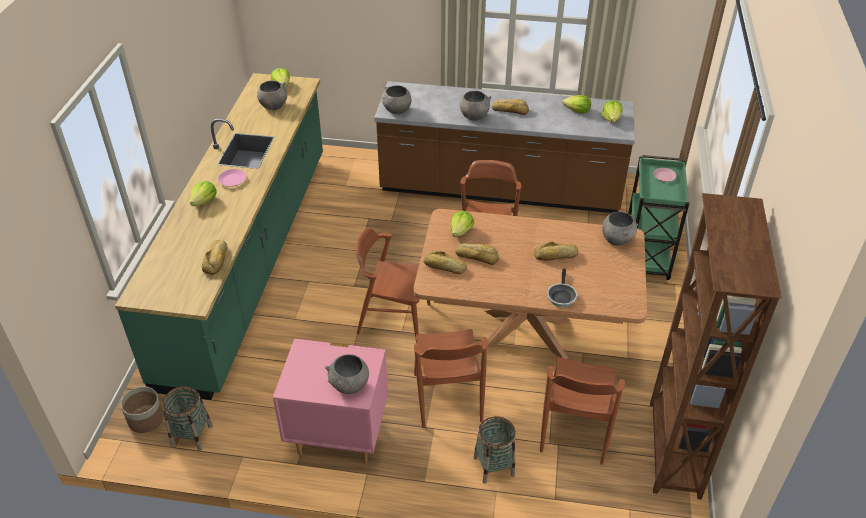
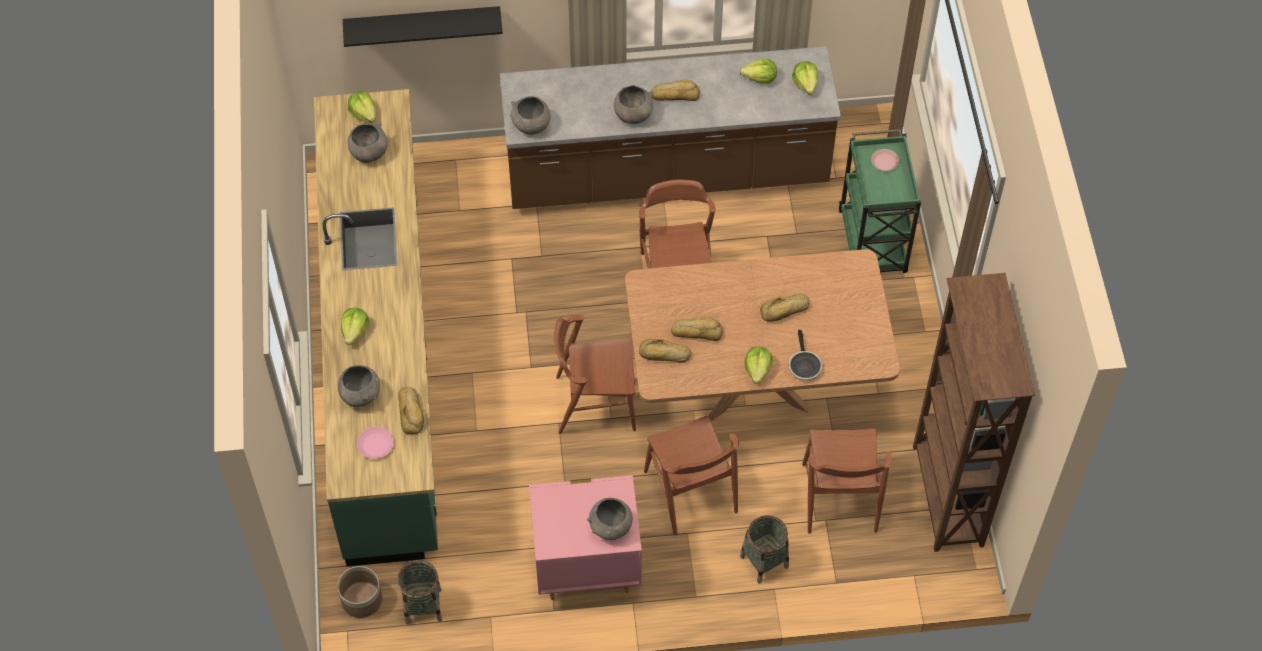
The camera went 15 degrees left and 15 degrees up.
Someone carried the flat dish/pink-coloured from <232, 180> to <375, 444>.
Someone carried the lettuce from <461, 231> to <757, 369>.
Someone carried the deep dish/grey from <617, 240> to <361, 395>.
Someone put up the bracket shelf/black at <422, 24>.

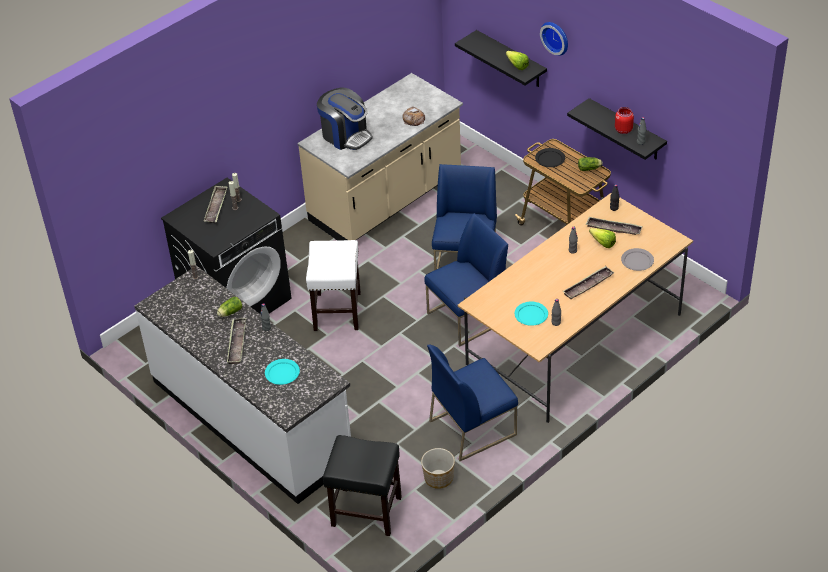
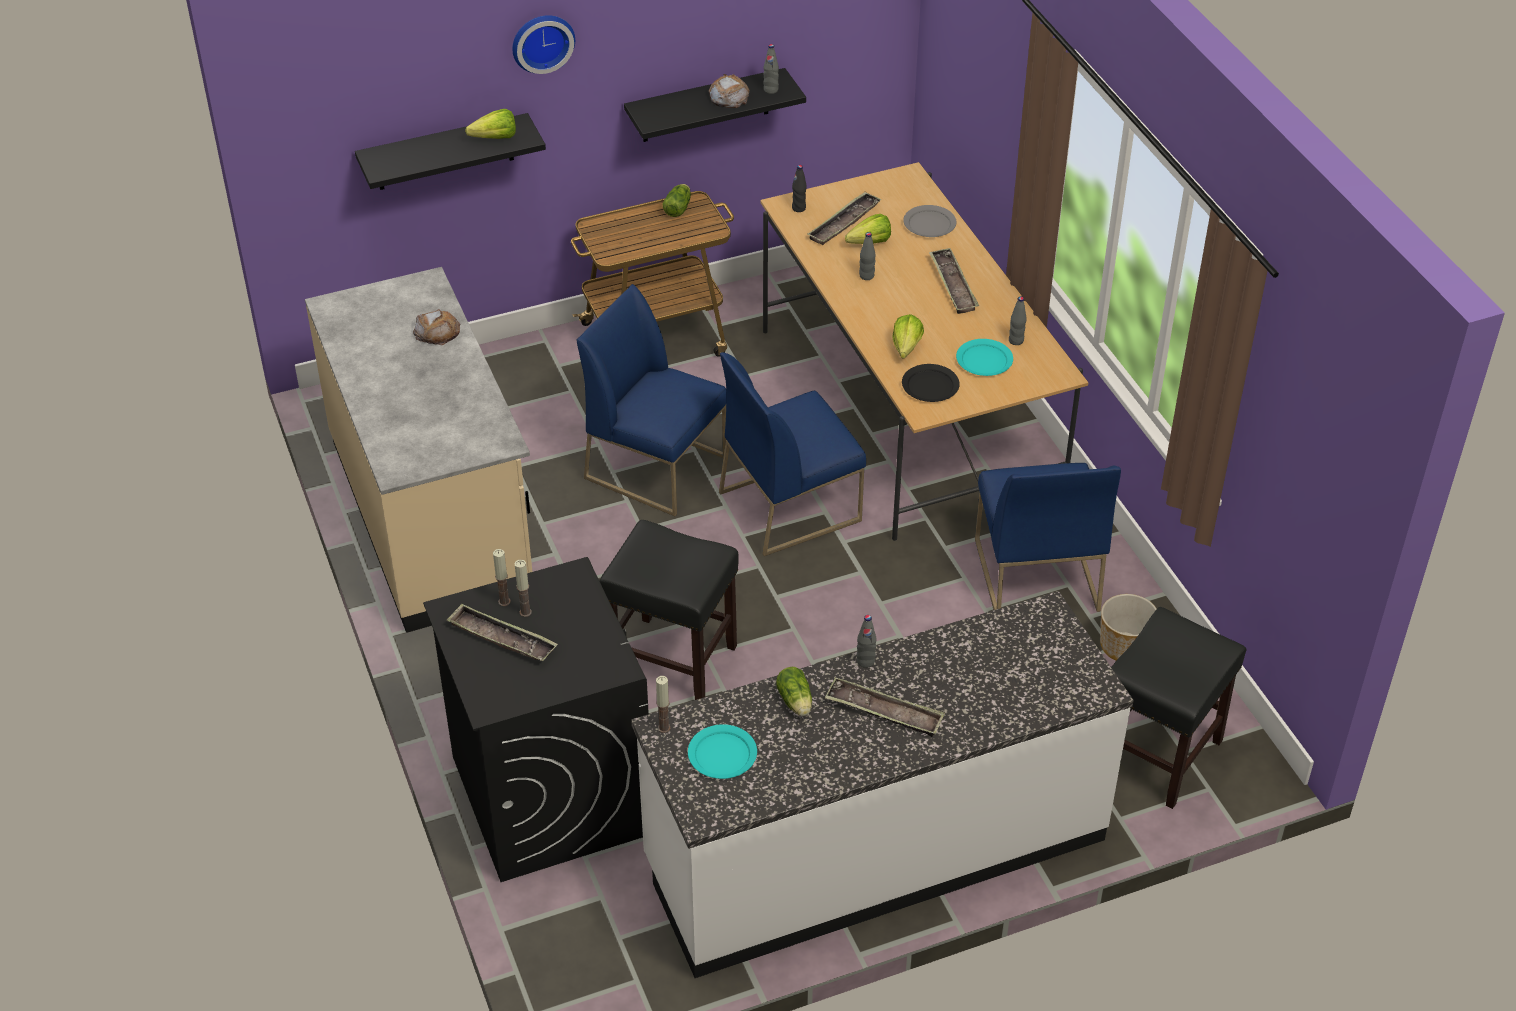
The camera went 70 degrees left and 0 degrees up.
Someone took away the coffee machine at <346, 135>.
Someone swapped the jar/red at <623, 130> for the bakery bread at <728, 96>.
Someone carried the flat dish/black from <550, 159> to <930, 385>.
Someone rotated the plain chair/blue at <468, 317> by 105 degrees counterclockwise.
Someone repainted the sitting stool/white at <337, 310>, which became the sitting stool/black at <671, 659>.
Someone carried the flat dish/blue-green from <282, 373> to <721, 754>.
Someone put down the lettuce at <904, 351>.

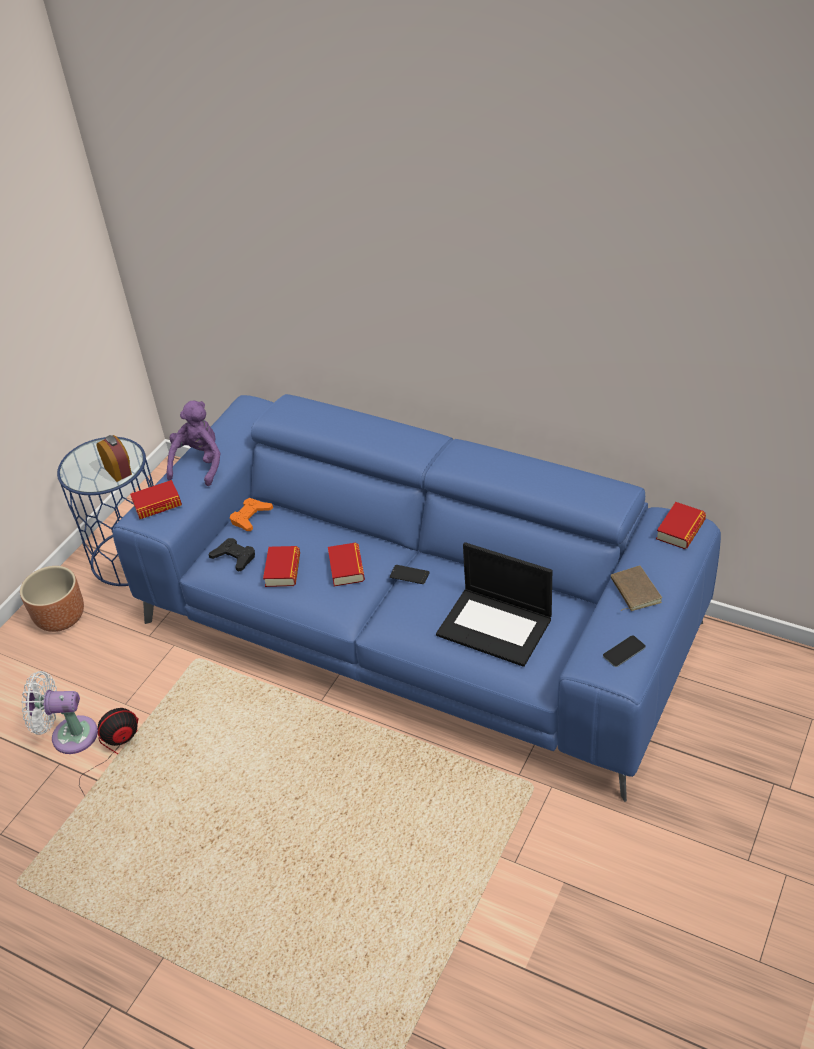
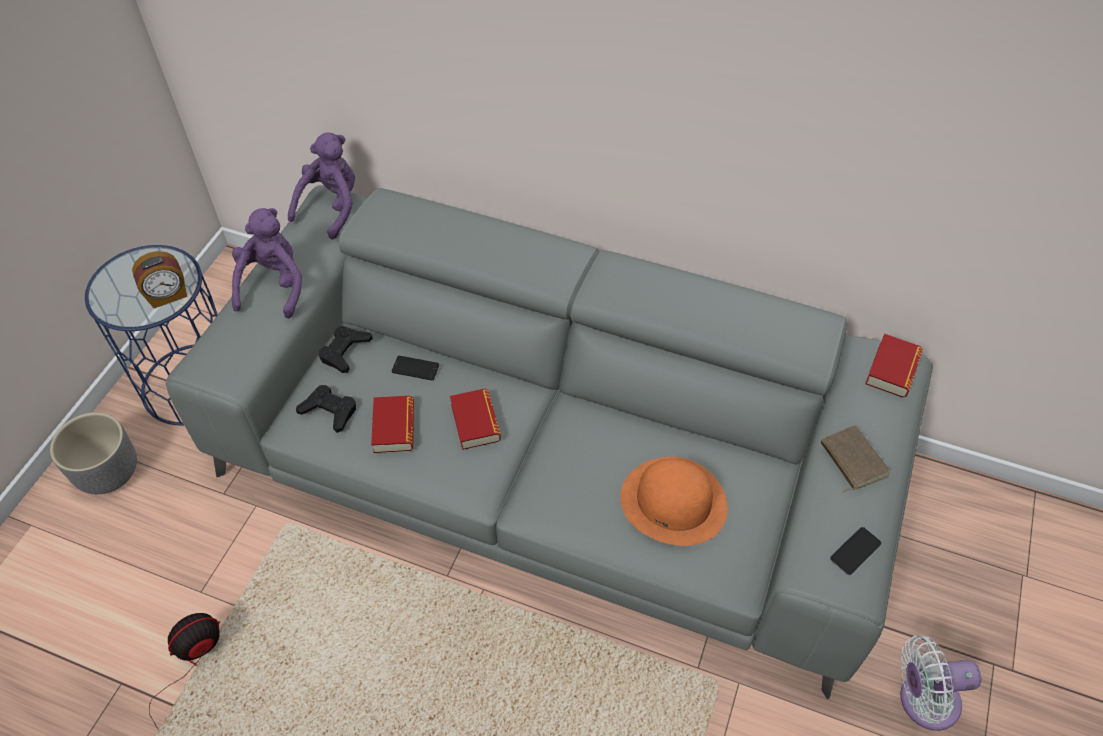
The camera went 10 degrees left and 10 degrees up.
Someone repainted the sofa/blue at <417, 623>, which became the sofa/grey at <551, 464>.
Someone rotated the alarm clock at <119, 471> by 105 degrees clockwise.
Someone took away the volume at <157, 504>.
Someone repainted the joypad/orangey at <250, 517>, which became the joypad/black at <345, 351>.
Someone swapped the laptop at <496, 626> for the hat/orangey at <674, 501>.
Someone carried the phone from <409, 575> to <415, 368>.
Someone repainted the plant pot/brown at <61, 618>, which became the plant pot/grey at <109, 473>.
Someone carried the fan/white from <69, 735> to <922, 700>.
Someone put down the cuddly toy/purple at <332, 207>.

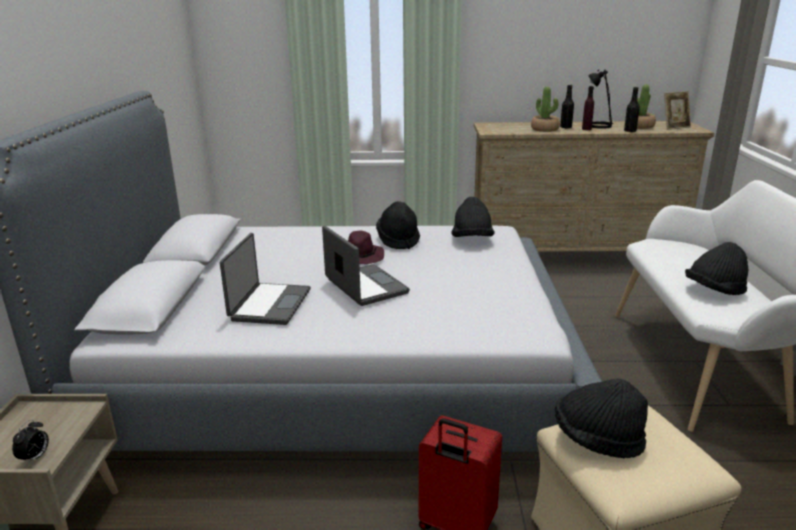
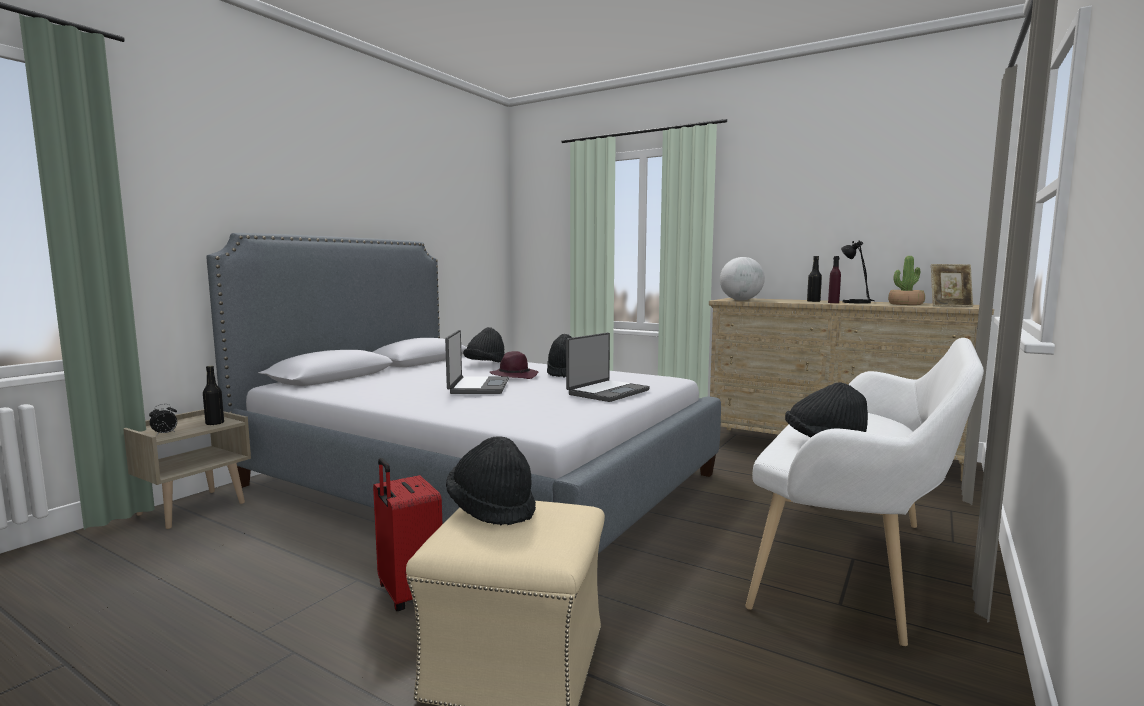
The camera went 30 degrees right and 15 degrees down.
Someone took away the plant in a pot at <545, 129>.
Someone carried the bottle/black from <630, 131> to <215, 423>.
Someone carried the hat/black from <472, 240> to <485, 364>.
Someone carried the laptop from <269, 305> to <607, 392>.
Someone put down the desk globe at <741, 300>.

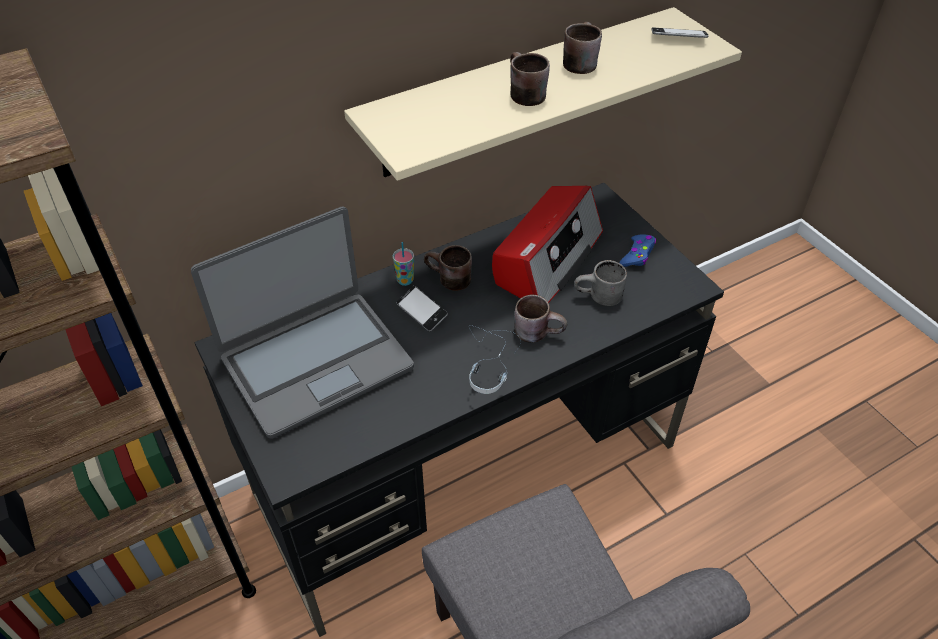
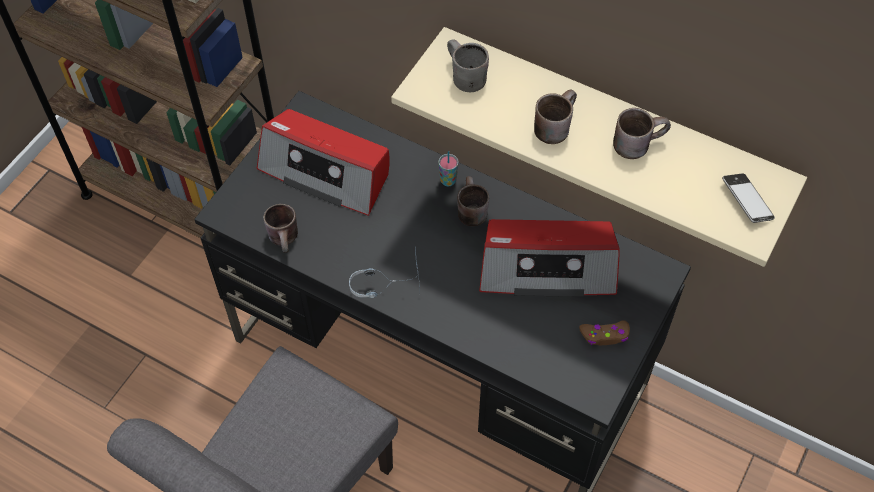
The camera went 60 degrees right and 10 degrees up.
Someone swapped the laptop at <316, 362> for the radio receiver at <326, 172>.
Someone repainted the joypad/blue at <637, 255>, which became the joypad/brown at <605, 335>.
Someone carried the coffee mug/grey from <599, 298> to <462, 77>.
Someone took away the phone at <422, 312>.
Someone carried the coffee mug/brown from <538, 331> to <287, 239>.

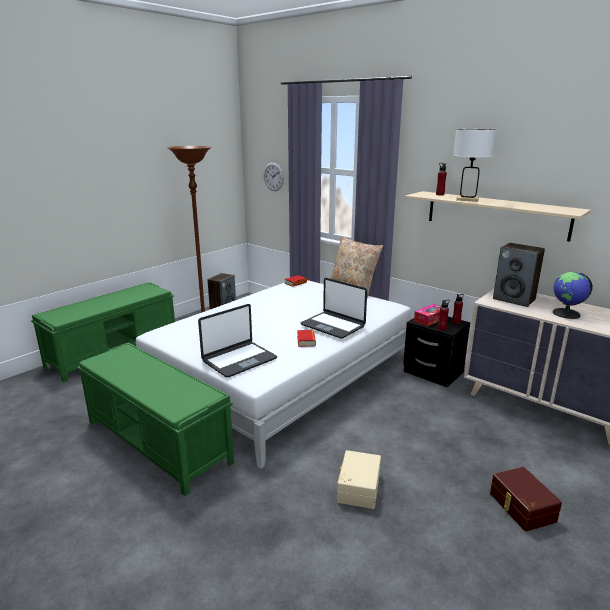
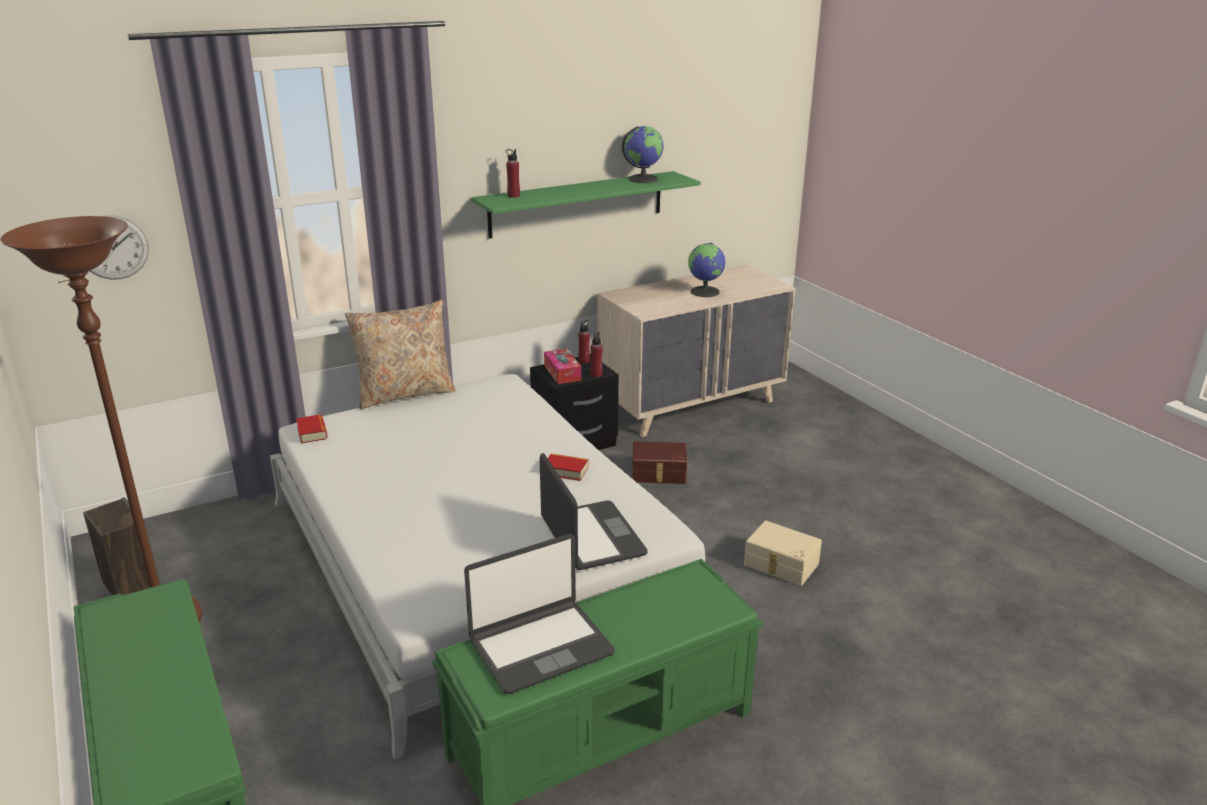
The camera went 70 degrees left and 5 degrees up.
Someone took away the lamp for a table/white at <467, 199>.
Someone repainted the bracket shelf/beige at <495, 214>, which became the bracket shelf/greenish at <577, 204>.
Someone took away the audio speaker at <514, 299>.
Someone carried the laptop from <333, 325> to <540, 646>.
Someone carried the storage box/brown from <521, 507> to <659, 473>.
Someone put down the desk globe at <643, 179>.

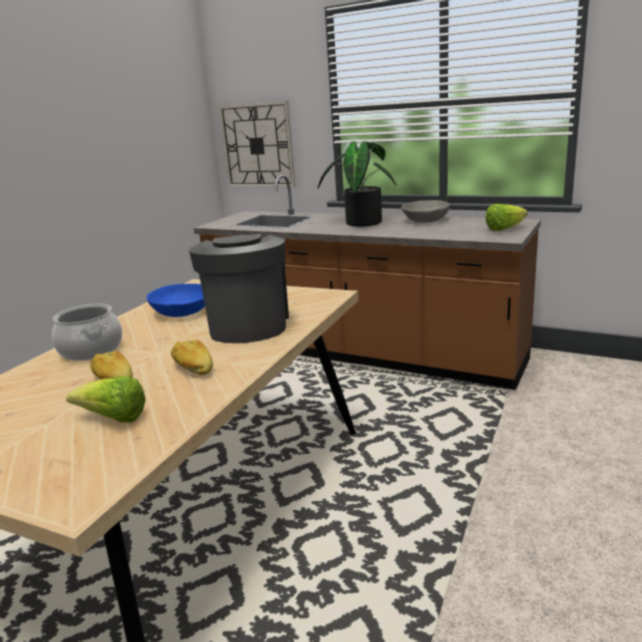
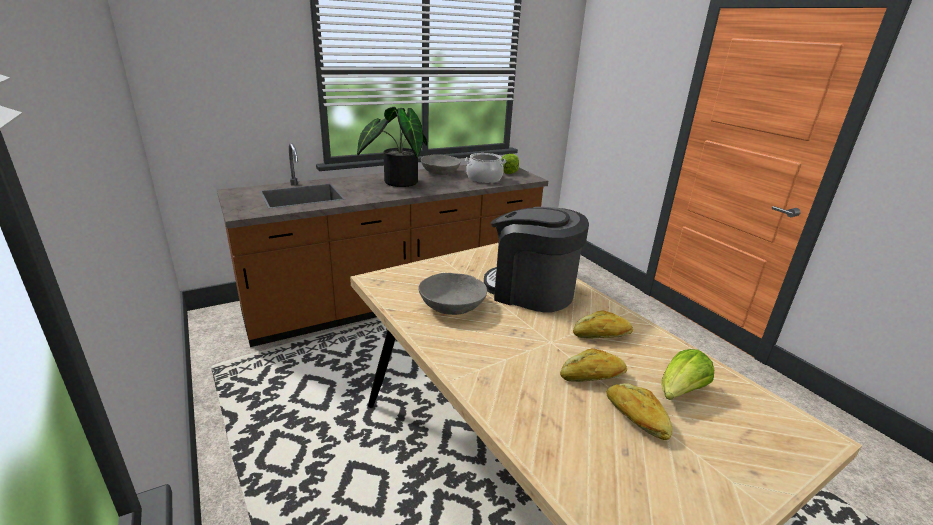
The camera went 60 degrees left and 5 degrees up.
Someone took away the clock on the wall at <257, 145>.
Someone repainted the deep dish/blue at <182, 312>, which became the deep dish/grey at <452, 306>.
Someone carried the saucepot from <92, 349> to <484, 178>.
Someone put down the bakery bread at <635, 418>.

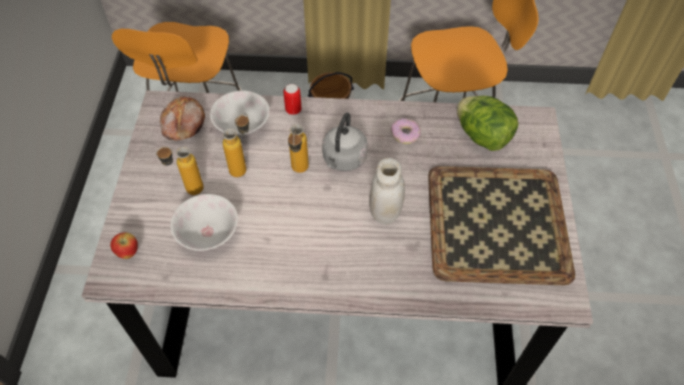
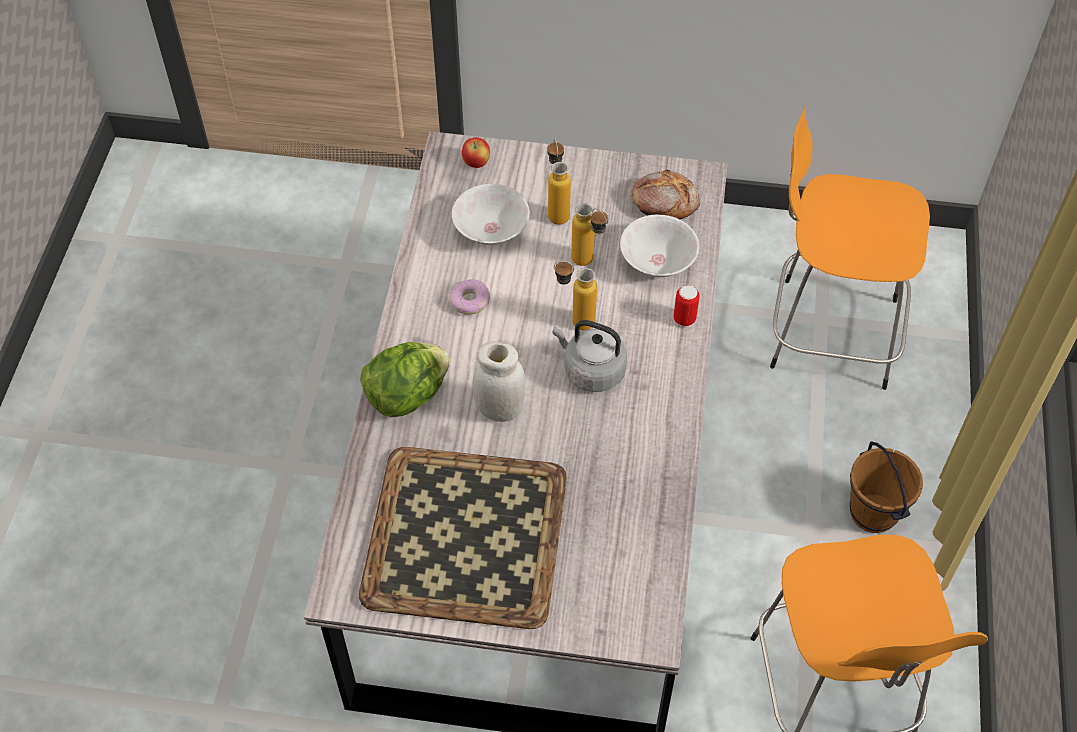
The camera went 95 degrees right and 0 degrees up.
Someone carried the lettuce from <482, 136> to <407, 395>.
Someone carried the donut from <405, 134> to <470, 301>.

